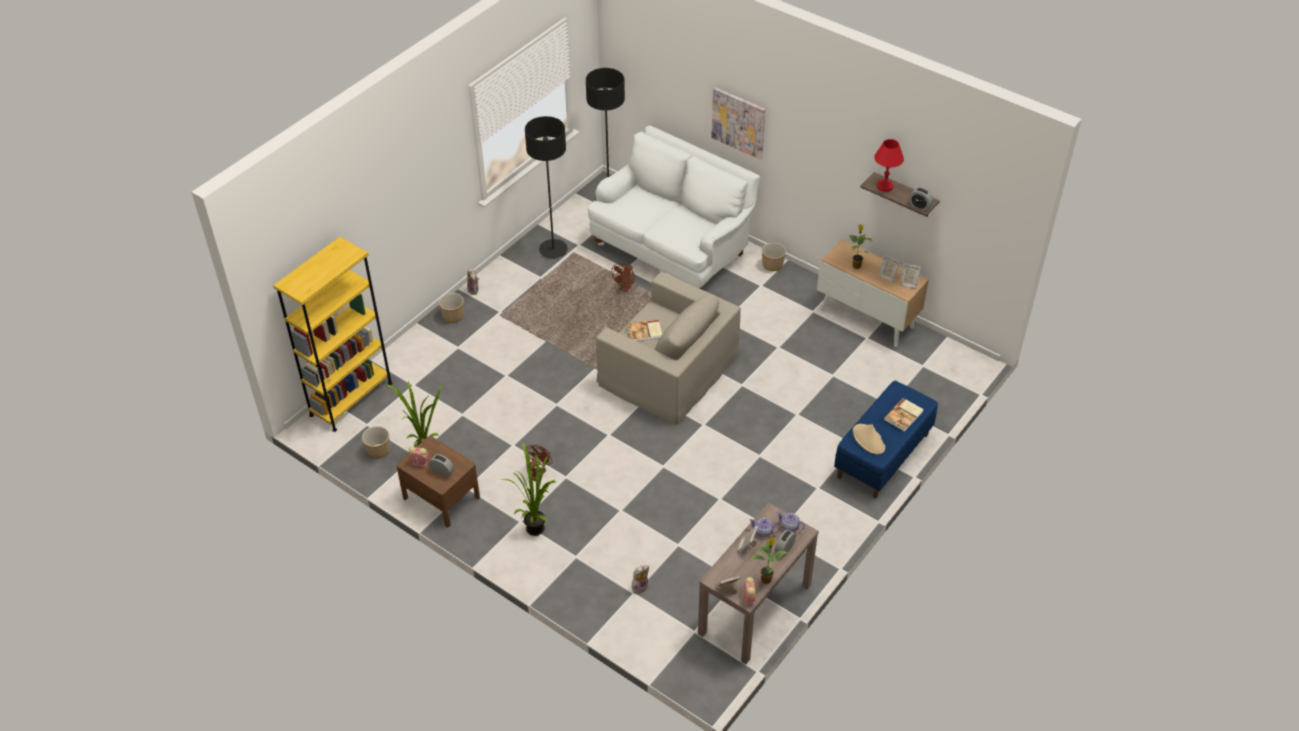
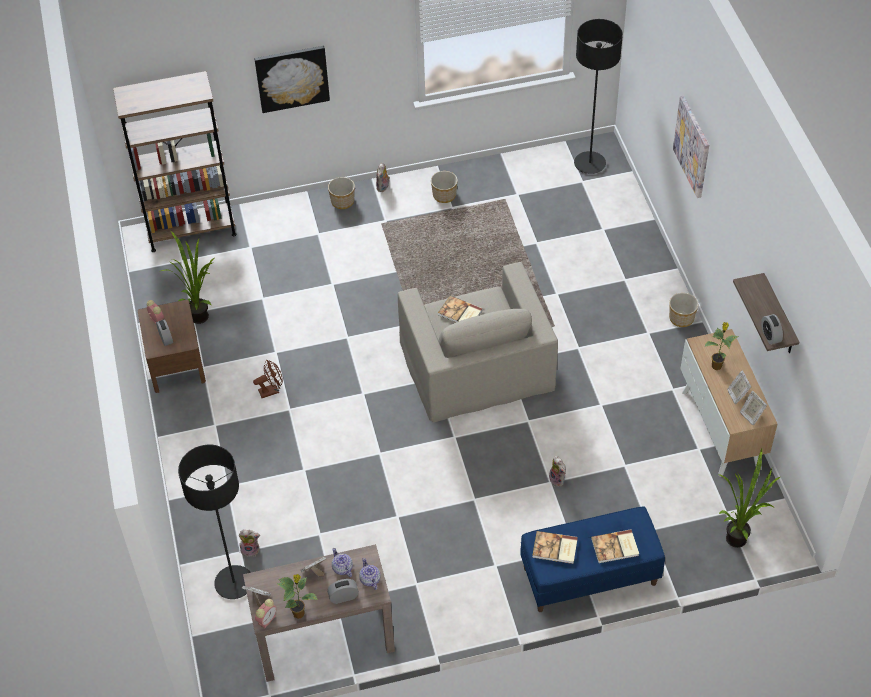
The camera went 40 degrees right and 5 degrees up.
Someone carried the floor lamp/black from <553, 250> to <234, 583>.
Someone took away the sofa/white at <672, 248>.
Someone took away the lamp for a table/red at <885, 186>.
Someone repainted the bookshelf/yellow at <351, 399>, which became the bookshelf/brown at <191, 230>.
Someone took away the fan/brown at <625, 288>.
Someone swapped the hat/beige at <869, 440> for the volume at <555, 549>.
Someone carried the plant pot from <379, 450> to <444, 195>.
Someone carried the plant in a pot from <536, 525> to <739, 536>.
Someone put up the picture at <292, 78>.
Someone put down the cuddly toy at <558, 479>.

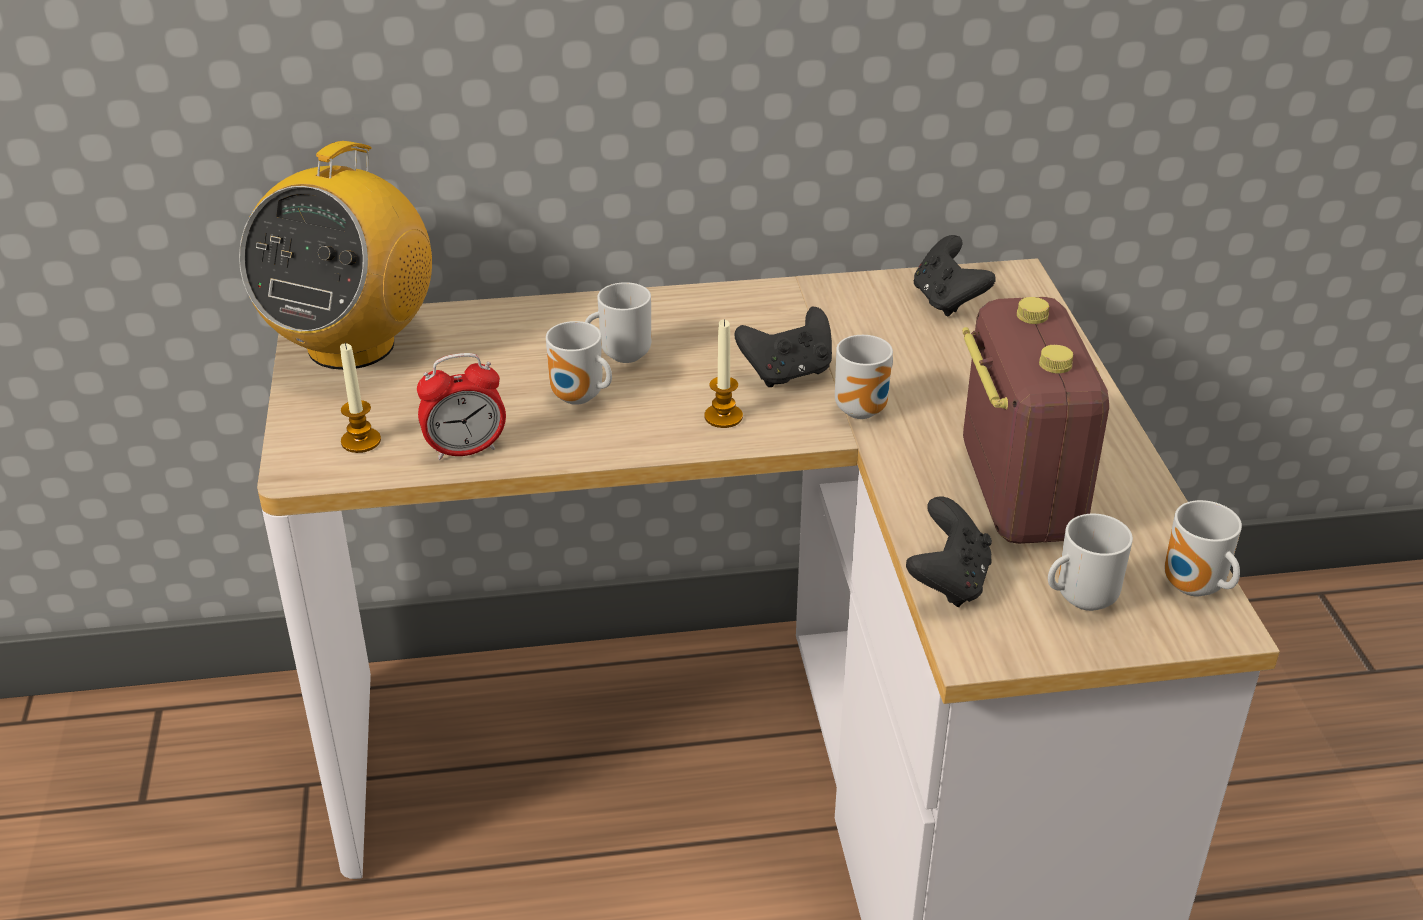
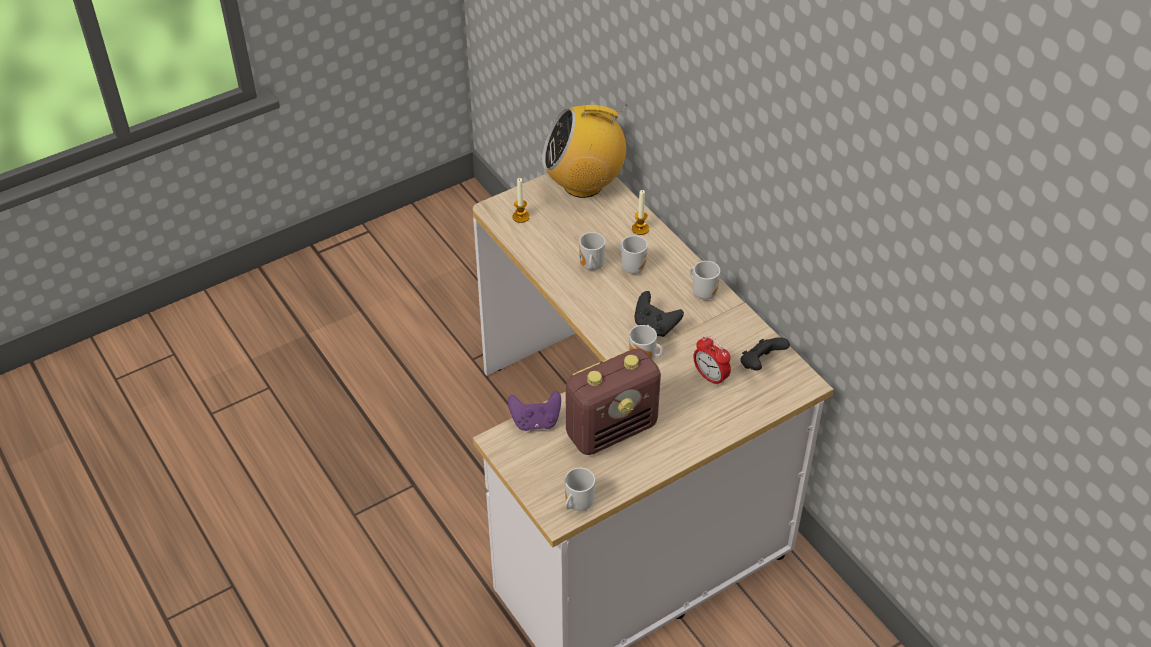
The camera went 65 degrees right and 10 degrees up.
Someone carried the candle from <723, 417> to <640, 229>.
Someone carried the alarm clock from <465, 450> to <710, 377>.
Someone repainted the joypad/black at <948, 582>, which became the joypad/purple at <535, 421>.
Someone carried the coffee mug from <1080, 598> to <703, 292>.

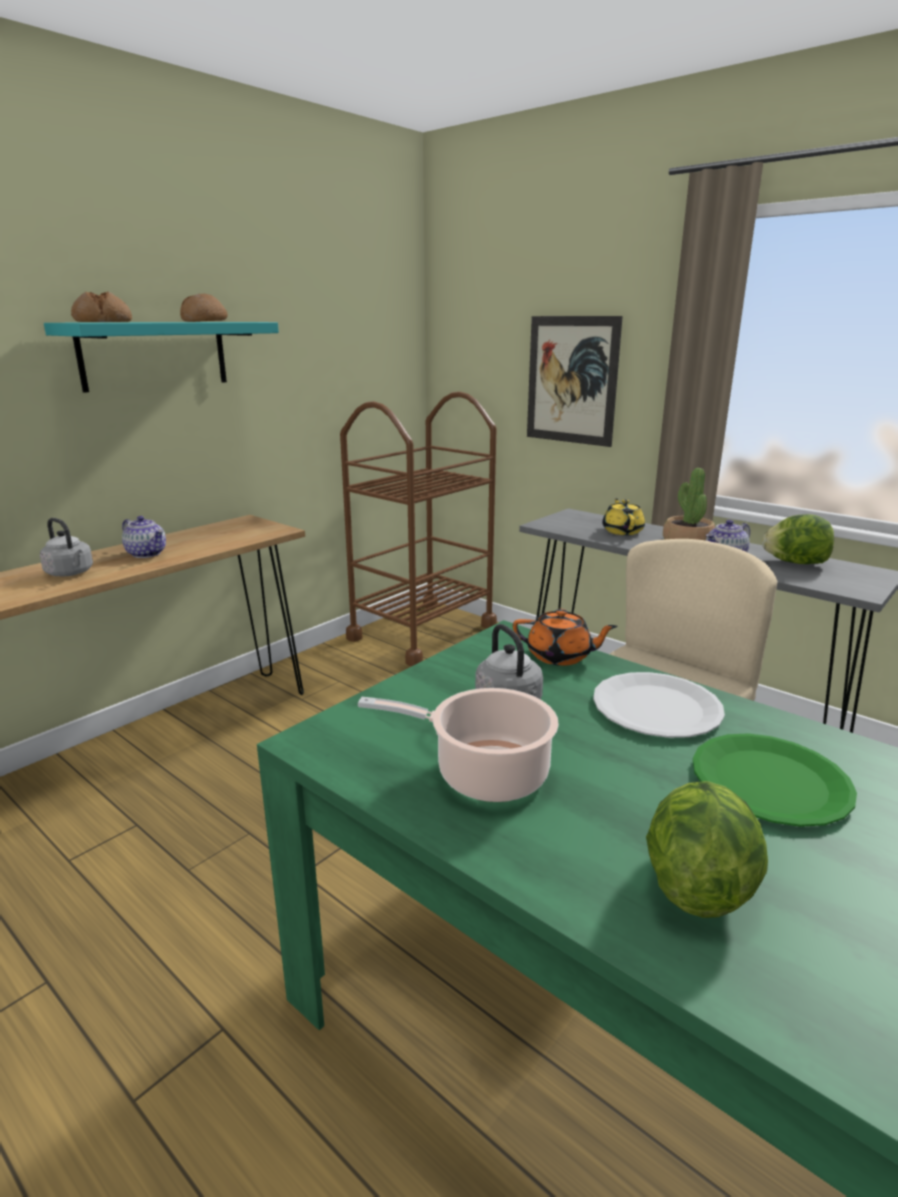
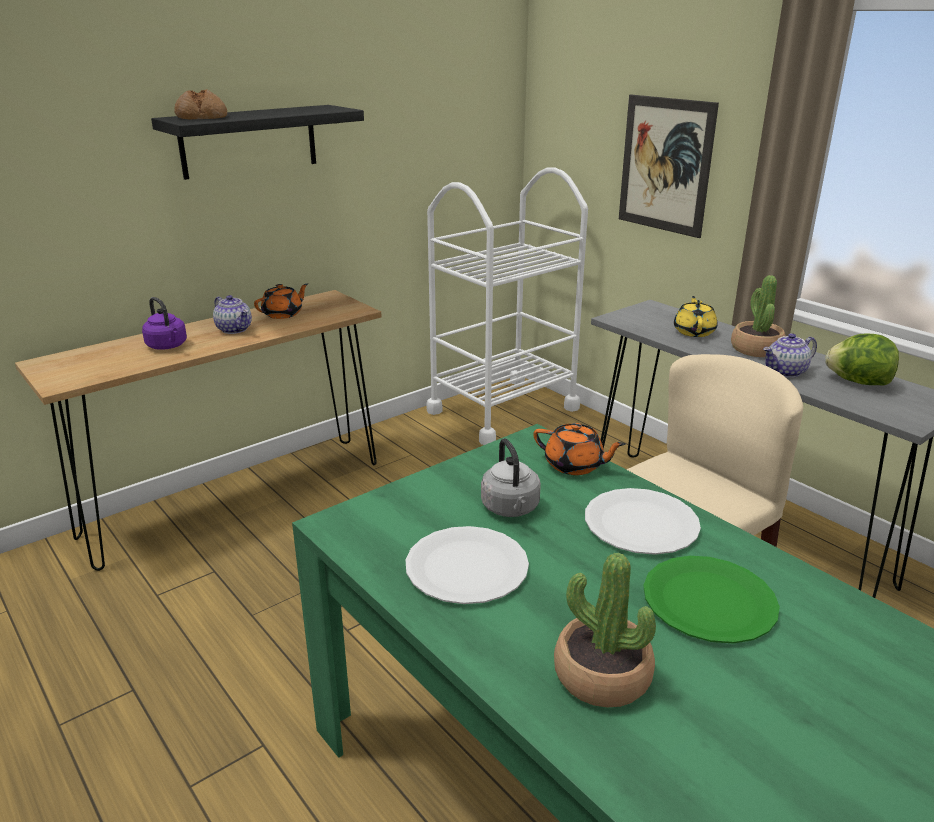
The camera went 10 degrees right and 5 degrees up.
Someone took away the bakery bread at <204, 321>.
Someone repainted the bracket shelf/blue-green at <154, 355>, which became the bracket shelf/black at <249, 141>.
Someone repainted the cart/brown at <422, 632>, which became the cart/white at <503, 410>.
Someone repainted the tea kettle/grey at <71, 573>, which became the tea kettle/purple at <168, 346>.
Someone swapped the saucepot at <484, 773> for the flat dish/white at <466, 567>.
Someone swapped the lettuce at <696, 883> for the plant in a pot at <602, 675>.
Someone put down the teapot/orangey at <283, 314>.

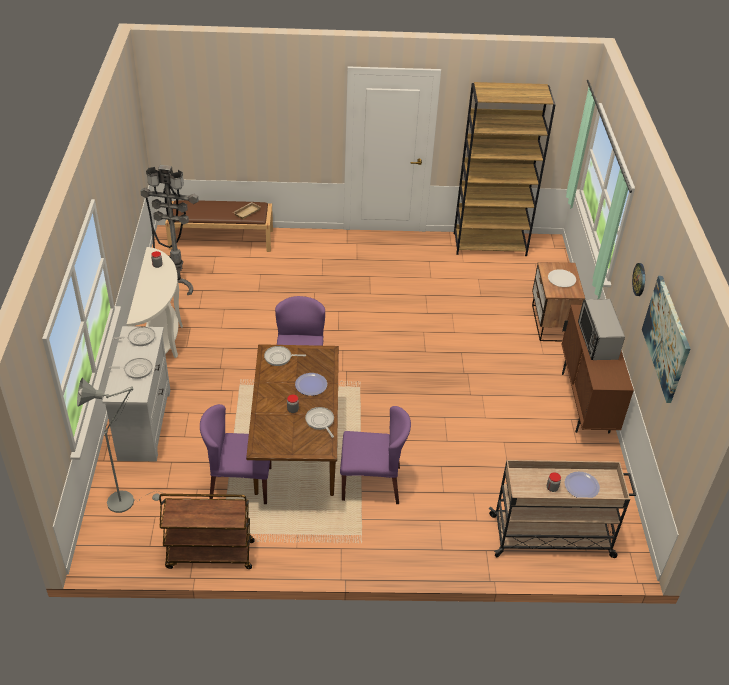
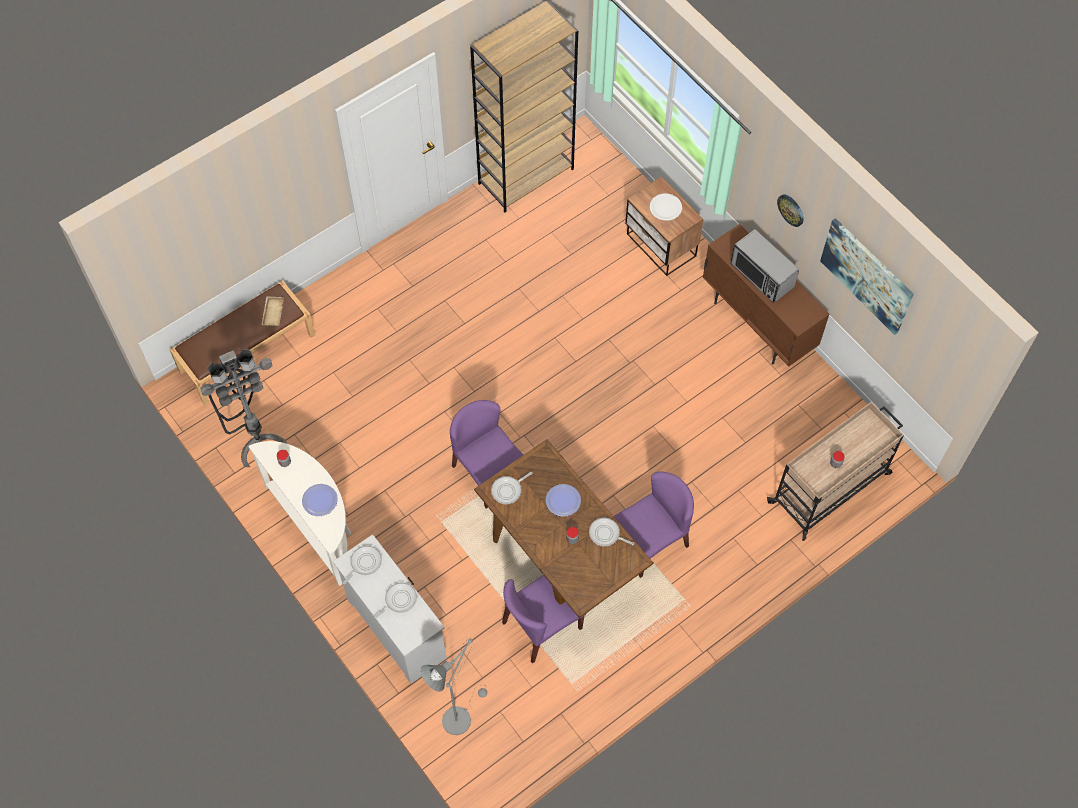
The camera went 35 degrees left and 20 degrees up.
Someone carried the flat dish from <581, 486> to <320, 500>.
Someone took away the cart/brown at <209, 555>.

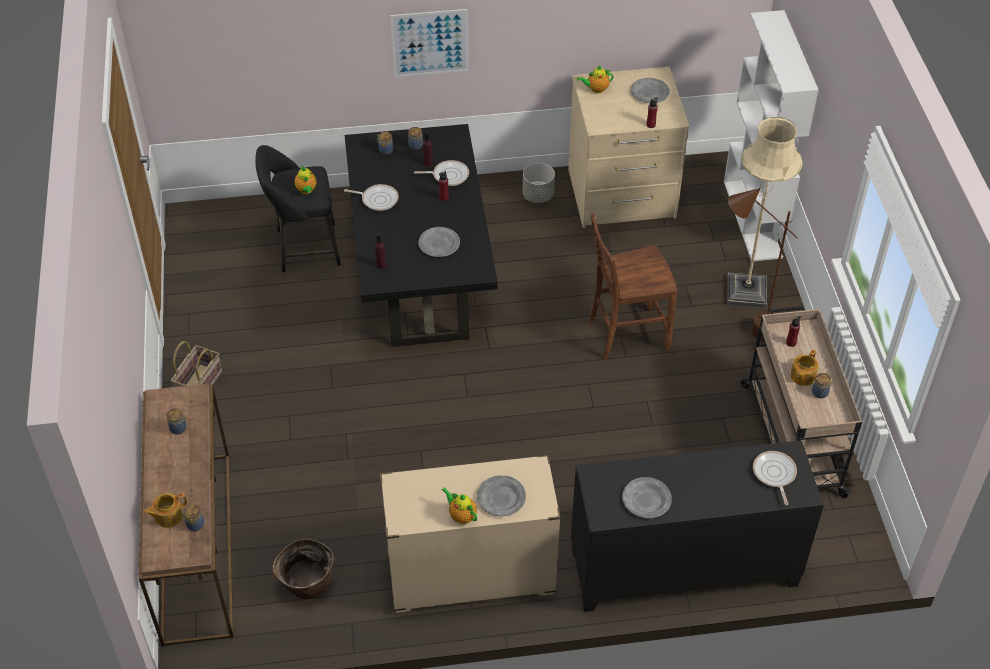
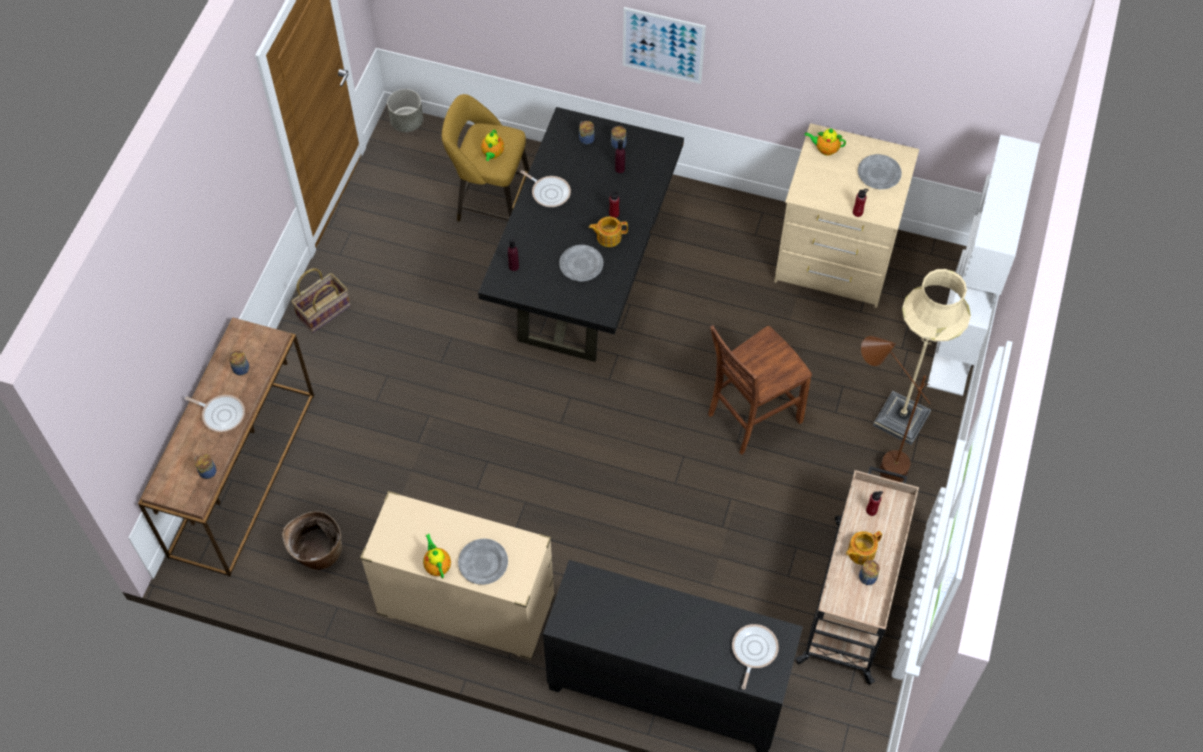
The camera went 25 degrees right and 10 degrees up.
Someone repainted the sitting stool/black at <303, 248>, which became the sitting stool/yellow at <490, 202>.
Someone carried the skillet from <448, 175> to <221, 414>.
Someone carried the plant pot/grey from <538, 195> to <407, 122>.
Someone rotated the plain chair/brown at <626, 334> by 45 degrees counterclockwise.
Someone took away the flat dish/grey at <646, 499>.
Someone carried the teapot from <168, 516> to <608, 237>.

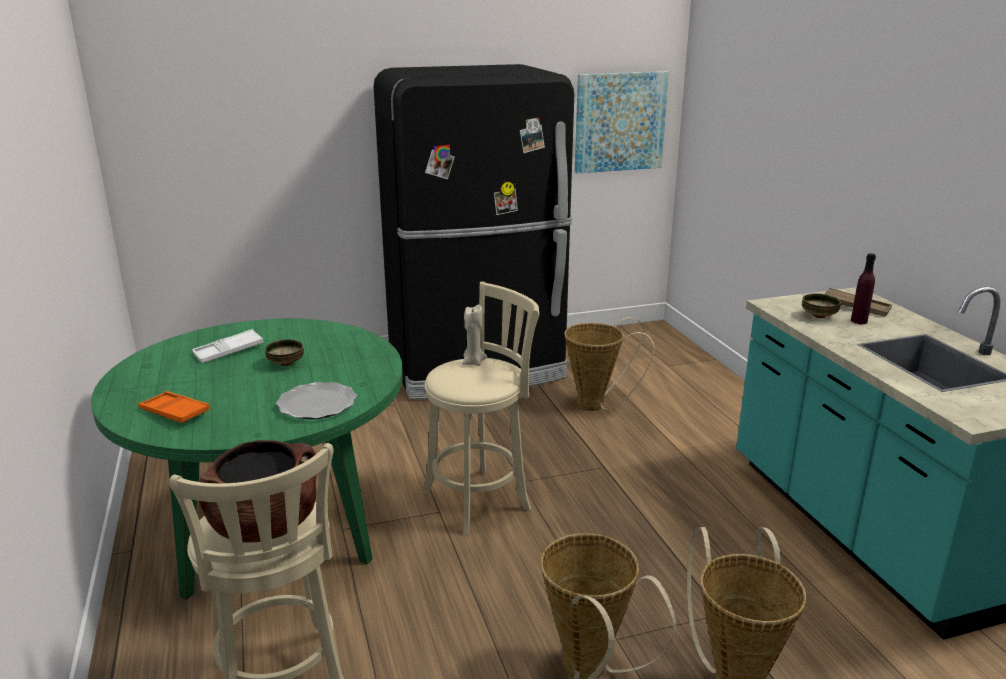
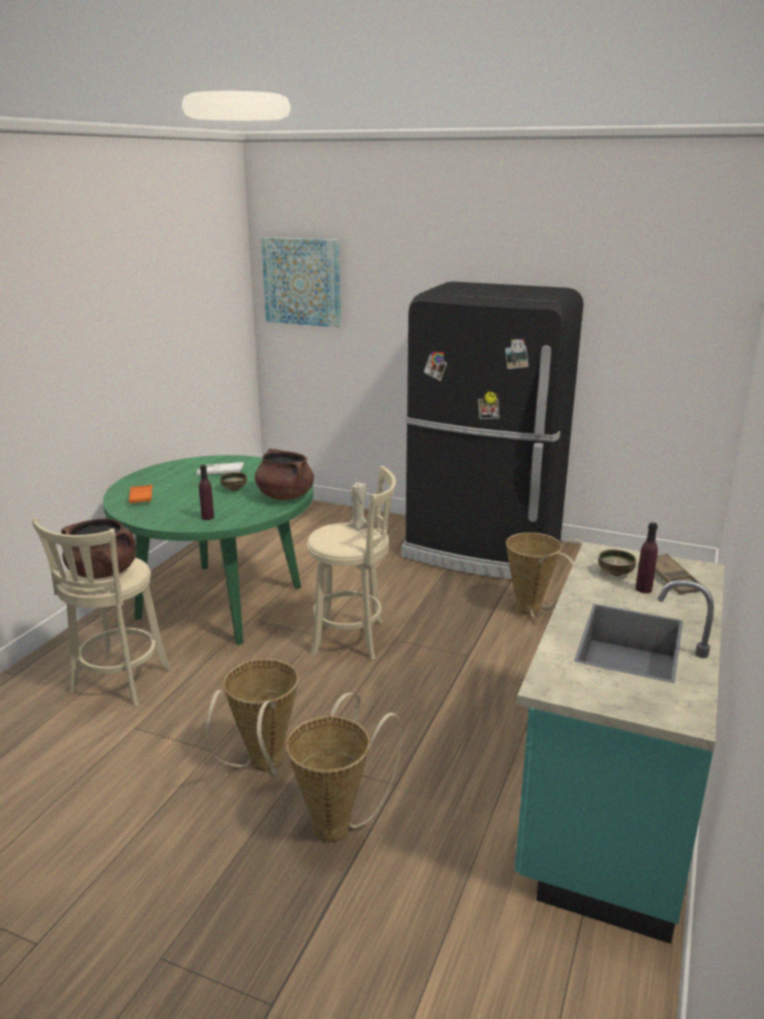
The camera went 40 degrees right and 0 degrees up.
Someone carried the picture from <619, 122> to <302, 281>.
Someone swapped the flat dish at <318, 404> for the bottle/purple at <207, 517>.
Someone put down the saucepot/brown at <285, 496>.

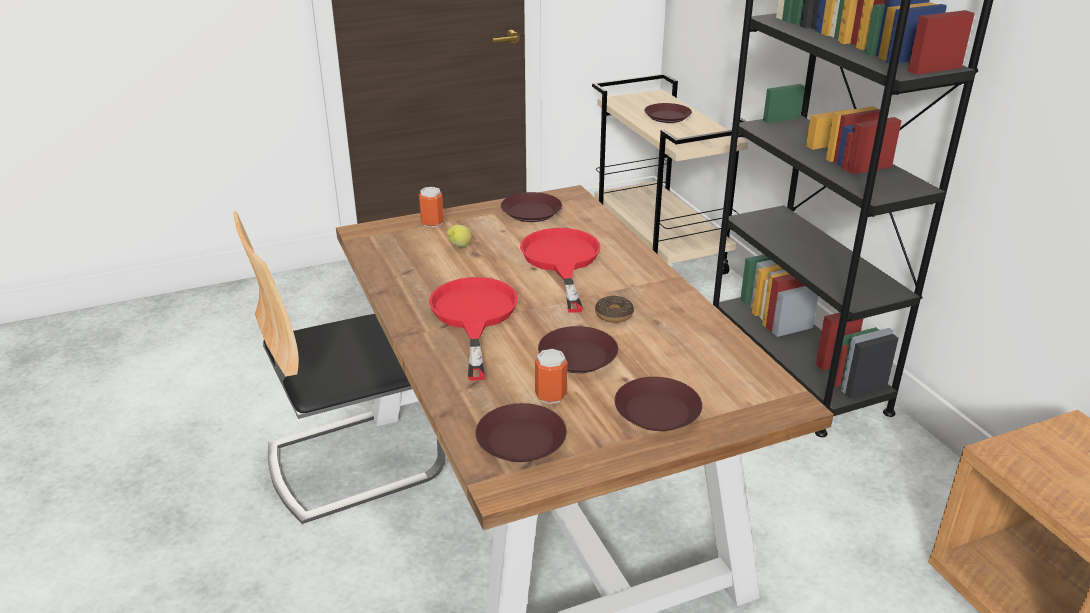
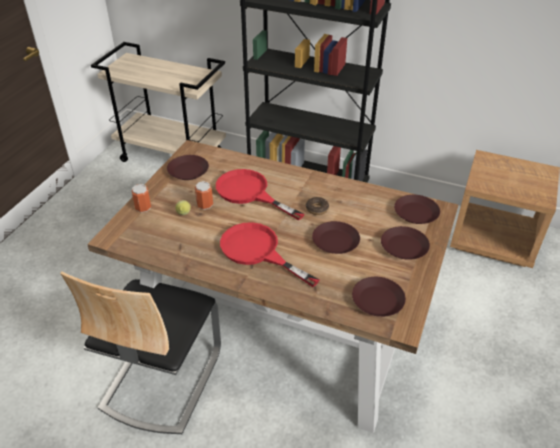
The camera went 45 degrees left and 10 degrees up.
Someone carried the flat dish/brown from <667, 117> to <415, 213>.
Someone carried the metal can from <551, 395> to <205, 205>.

